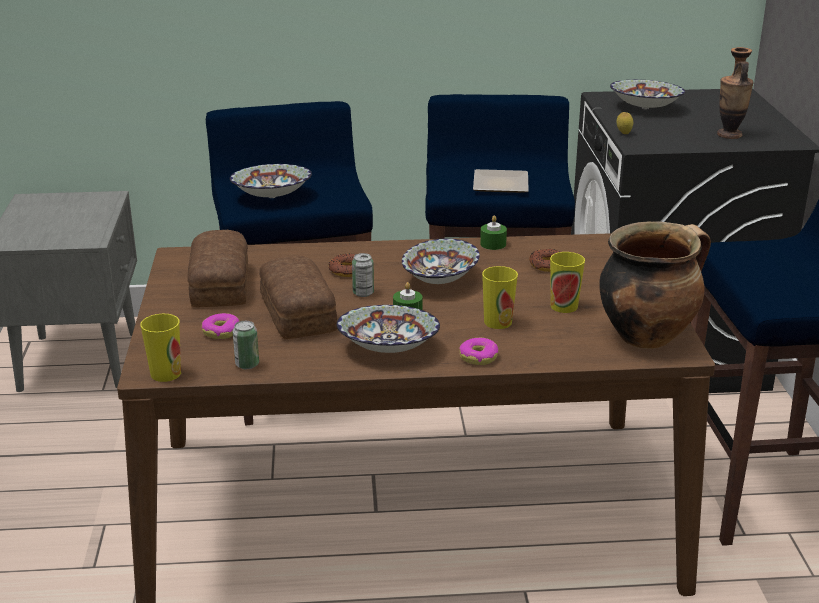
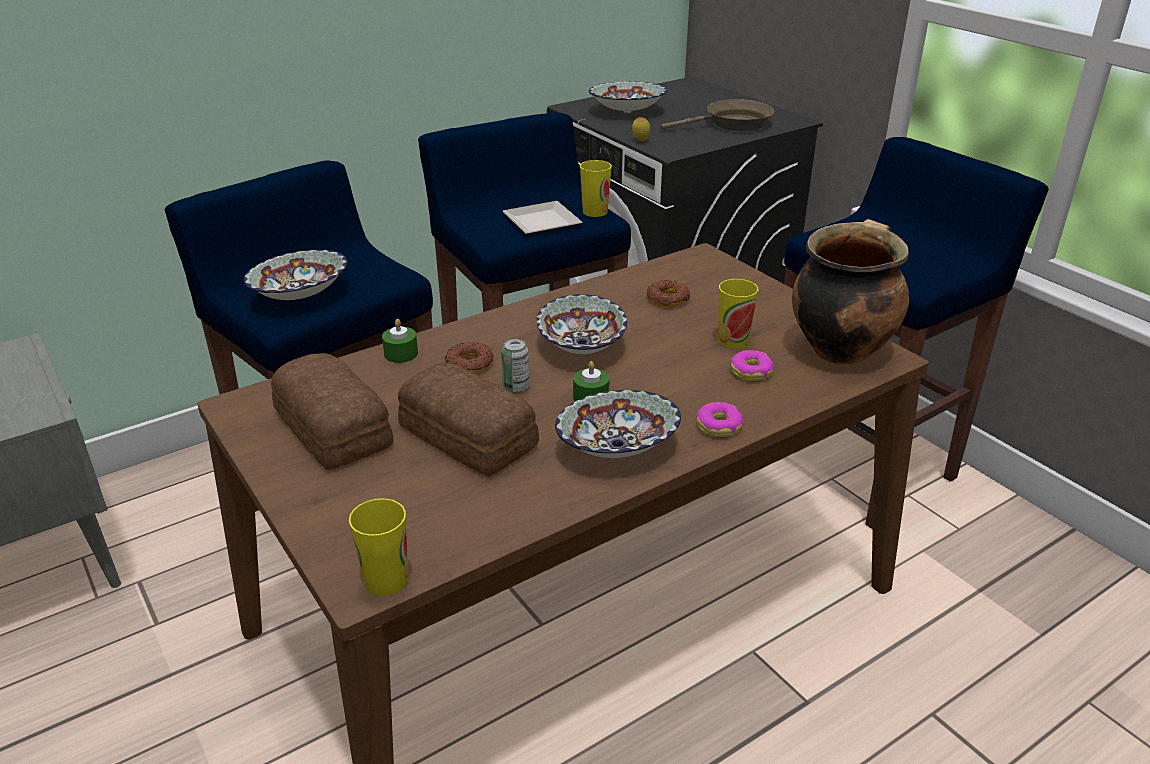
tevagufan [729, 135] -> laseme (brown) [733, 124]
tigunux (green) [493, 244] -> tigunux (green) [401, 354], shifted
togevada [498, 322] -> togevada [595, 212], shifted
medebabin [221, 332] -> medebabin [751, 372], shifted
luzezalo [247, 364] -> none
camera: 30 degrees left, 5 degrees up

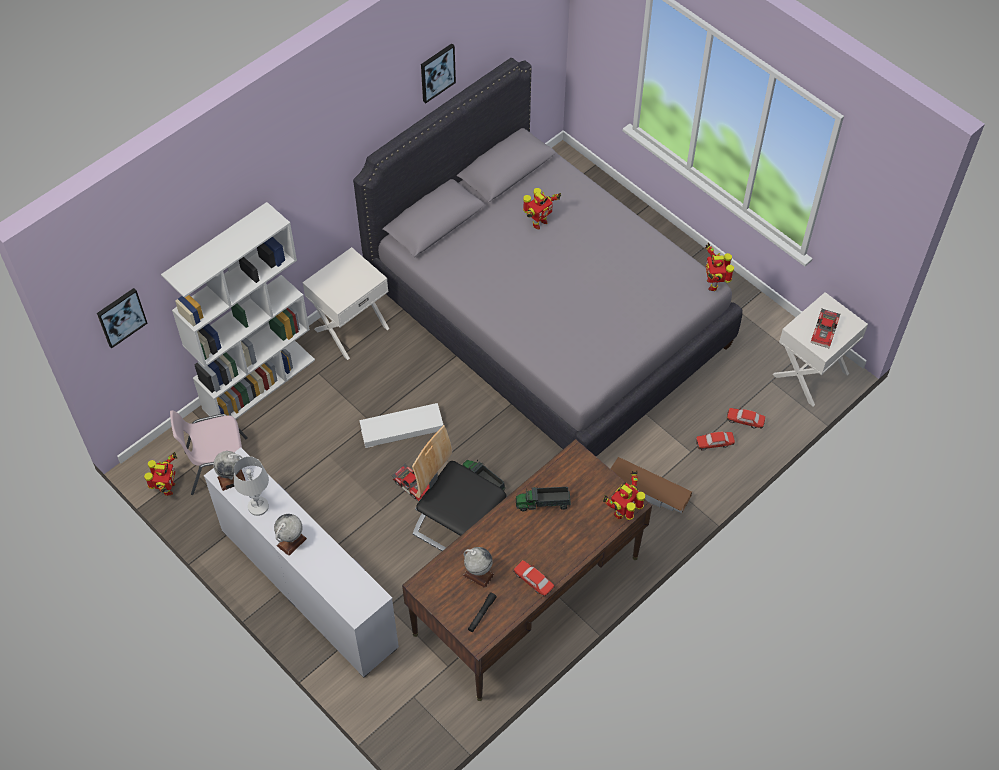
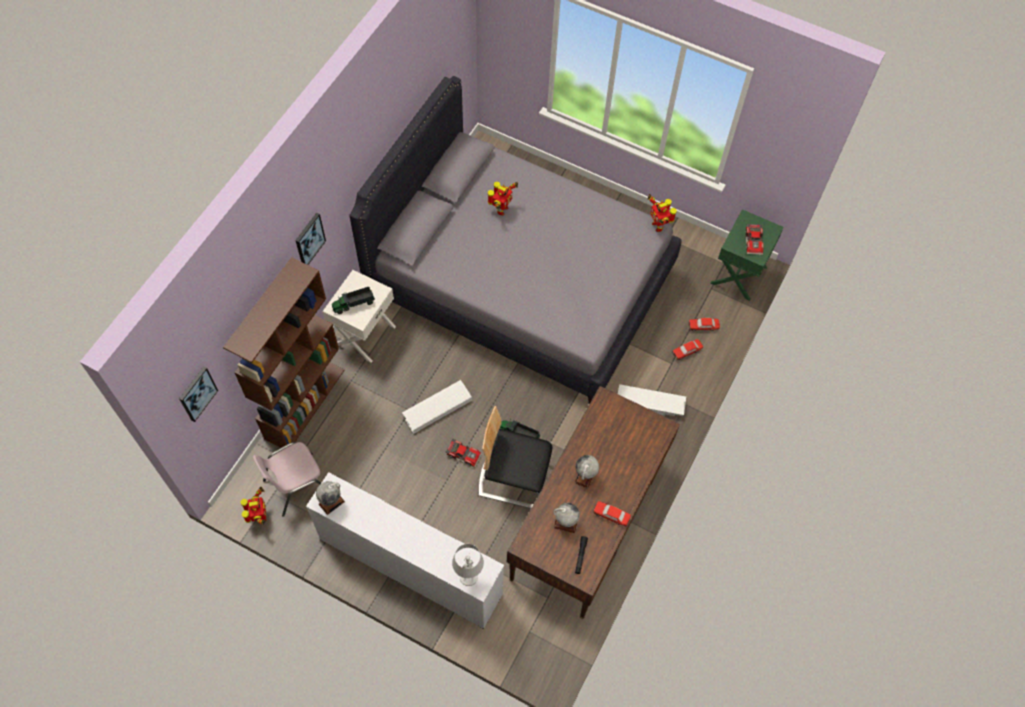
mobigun [437, 72] -> mobigun [309, 239], shifted
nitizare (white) [259, 383] -> nitizare (brown) [304, 403]
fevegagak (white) [811, 374] -> fevegagak (green) [739, 275]
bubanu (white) [258, 506] -> bubanu (white) [468, 577], shifted
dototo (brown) [648, 489] -> dototo (white) [650, 403]
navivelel [623, 512] -> none
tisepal [543, 503] -> tisepal [353, 304], shifted
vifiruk [291, 542] -> vifiruk [585, 476], shifted
camera: 20 degrees left, 5 degrees up

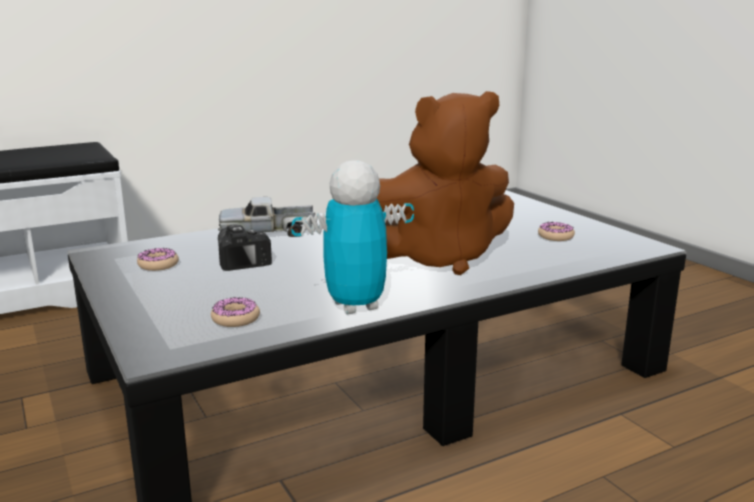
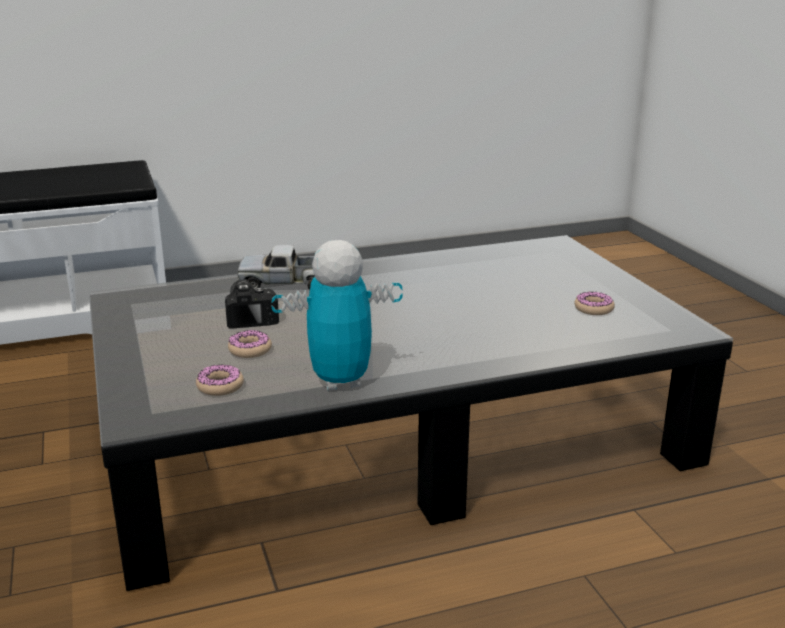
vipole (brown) [438, 258] -> none
medebabin [158, 265] -> medebabin [250, 350], shifted
camera: 10 degrees right, 5 degrees up

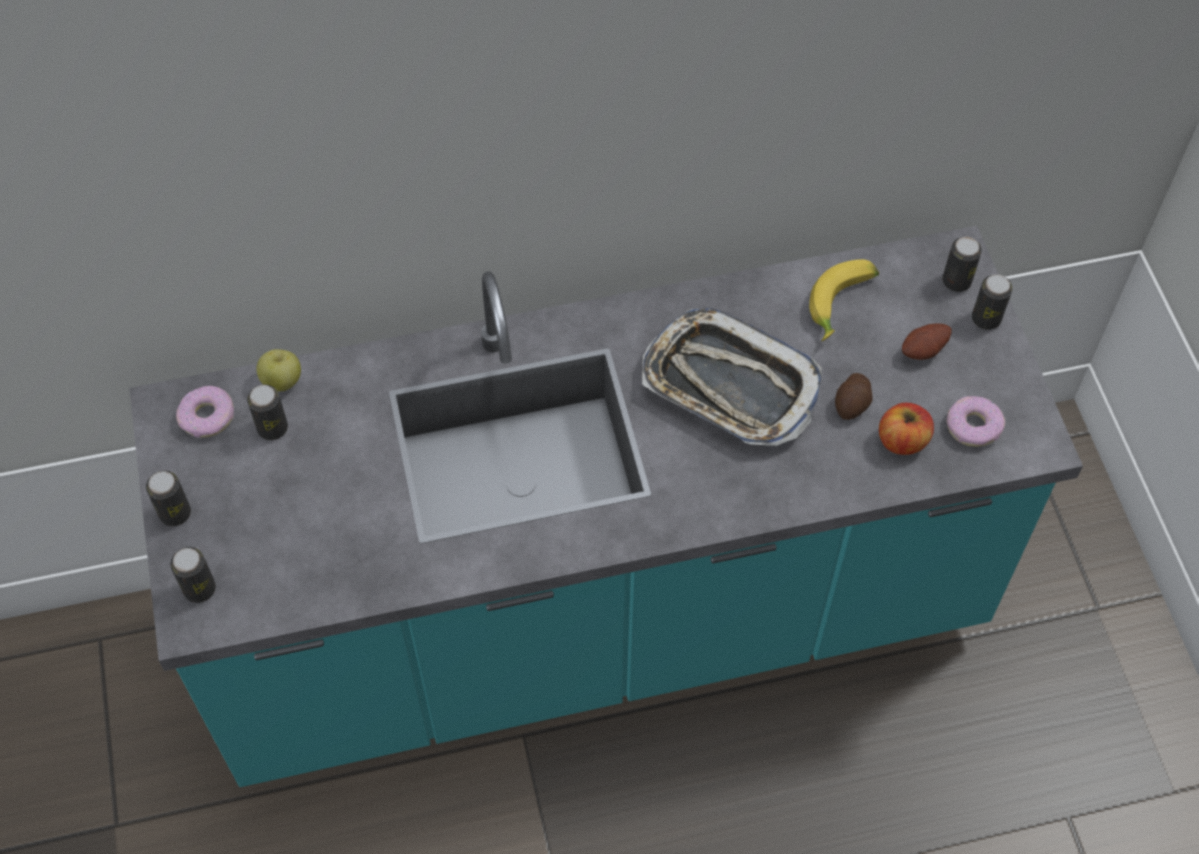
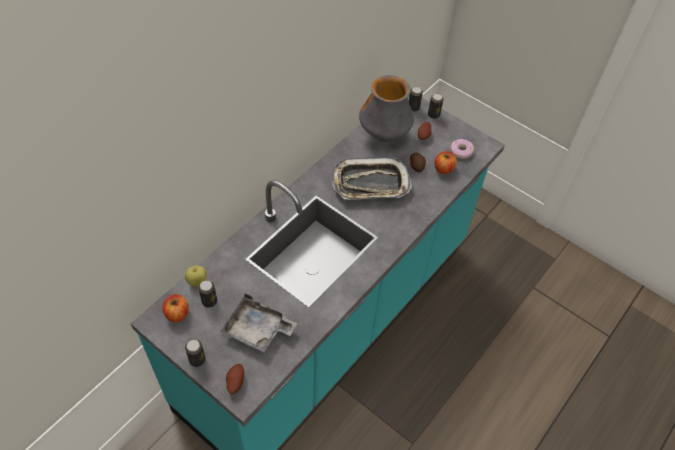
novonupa [843, 306] -> tevagufan [384, 135]
medebabin [207, 417] -> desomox [177, 314]
luzezalo [199, 589] -> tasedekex [235, 382]
none -> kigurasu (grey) [258, 330]
camera: 40 degrees left, 5 degrees down

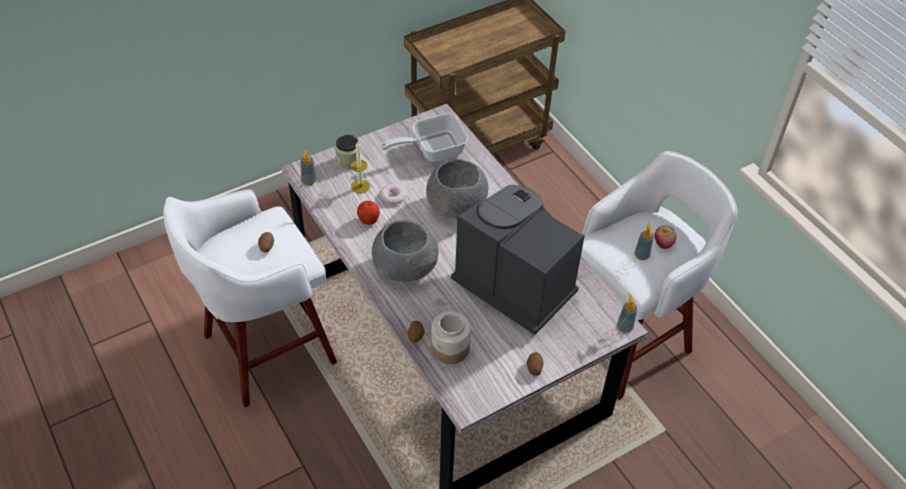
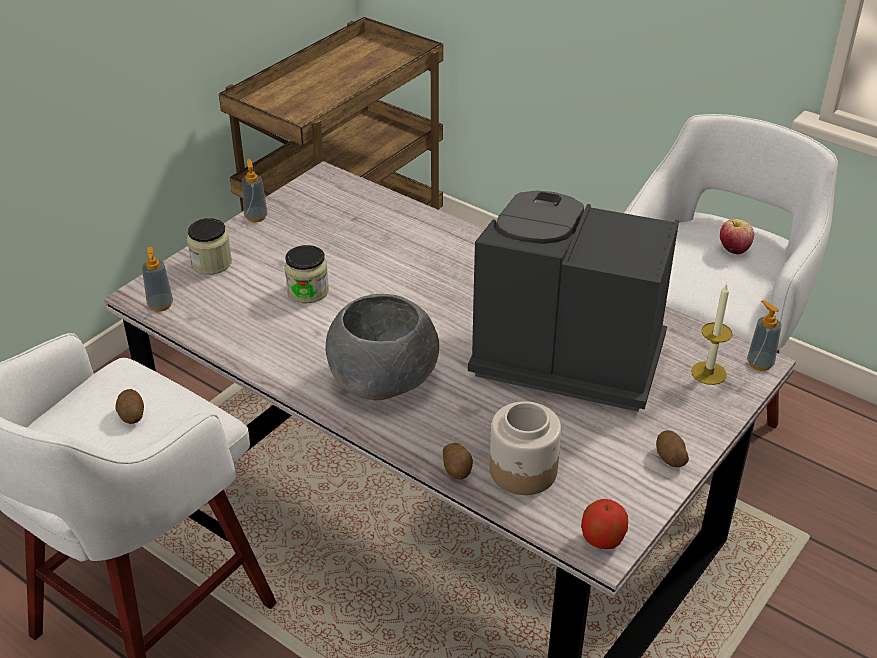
laseme [432, 150] -> none
tigunux [360, 186] -> tigunux [708, 373], shifted
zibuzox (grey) [456, 206] -> none
medebabin [392, 196] -> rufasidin [308, 291]
desomox [368, 220] -> desomox [602, 539], shifted
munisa [641, 255] -> munisa [256, 217], shifted
camera: 20 degrees left, 10 degrees down

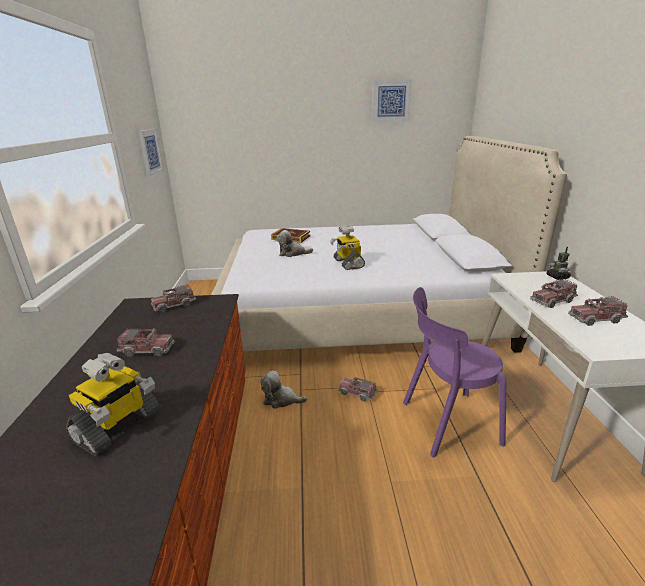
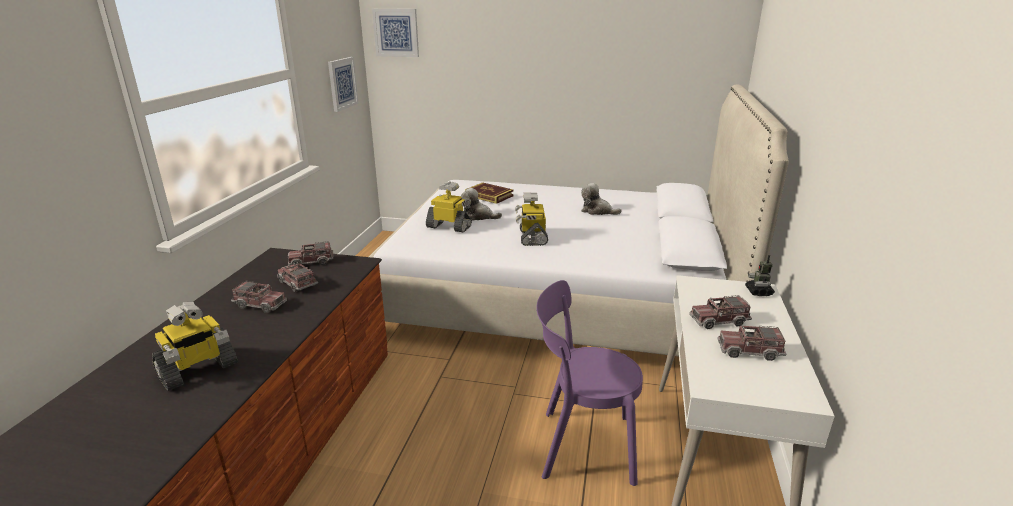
mobigun [391, 101] -> mobigun [396, 32], shifted
vipole [281, 400] -> vipole [597, 211], shifted
tisepal [357, 393] -> tisepal [297, 284], shifted
none -> navivelel [449, 226]
camera: 15 degrees right, 0 degrees up

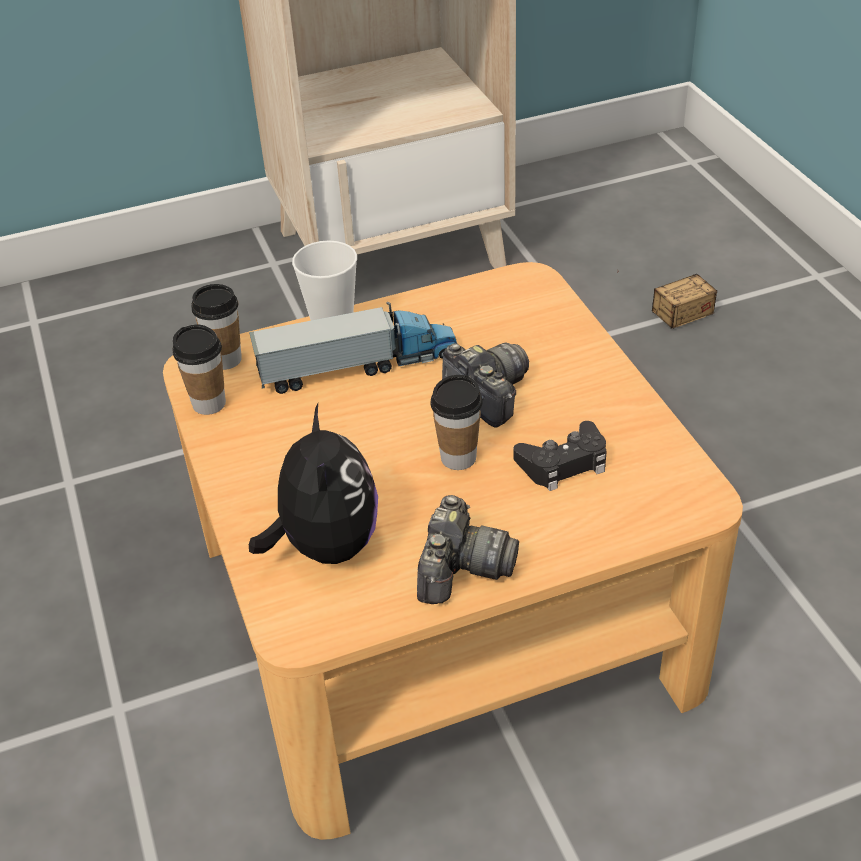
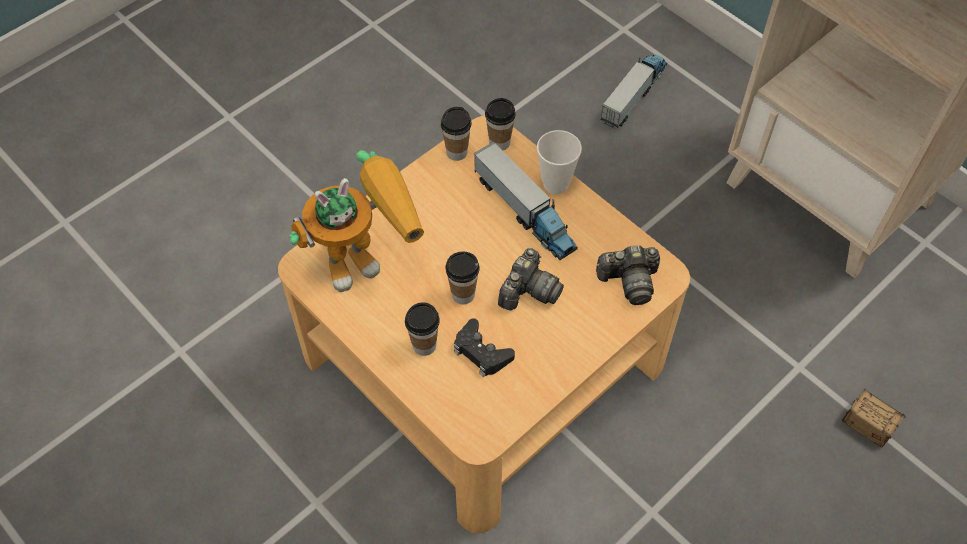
vipole [325, 545] -> navivelel [366, 255]
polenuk [462, 569] -> polenuk [629, 281], shifted
none -> tisepal [634, 95]
none -> togevada [424, 345]
camera: 65 degrees right, 15 degrees up

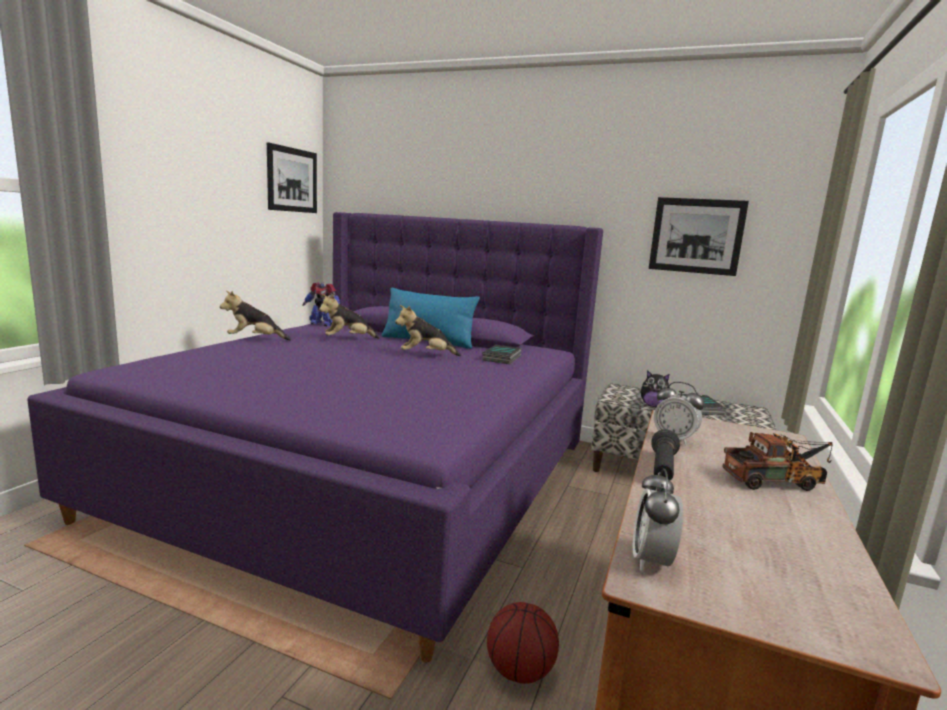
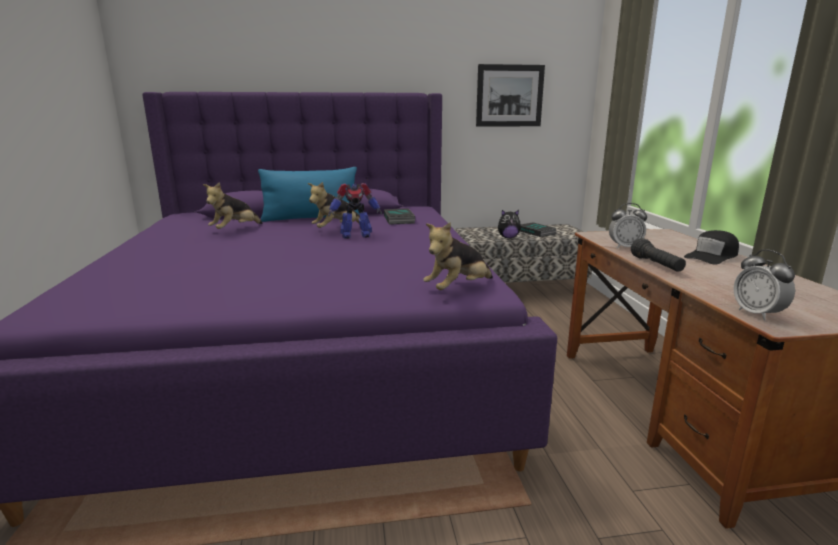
mobigun [292, 180] -> none
navivelel [322, 324] -> navivelel [355, 235], shifted
vipole [255, 339] -> vipole [458, 289], shifted
tisepal [777, 481] -> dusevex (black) [712, 256]
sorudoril [520, 671] -> none
camera: 30 degrees left, 5 degrees up

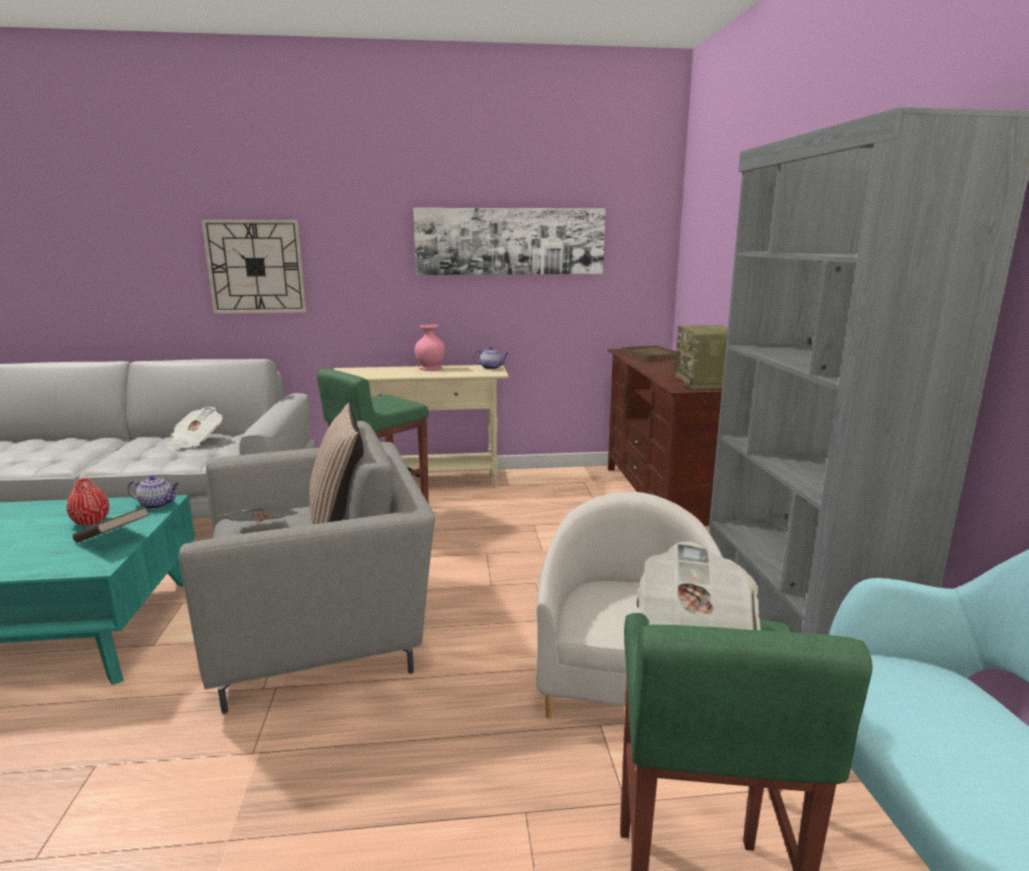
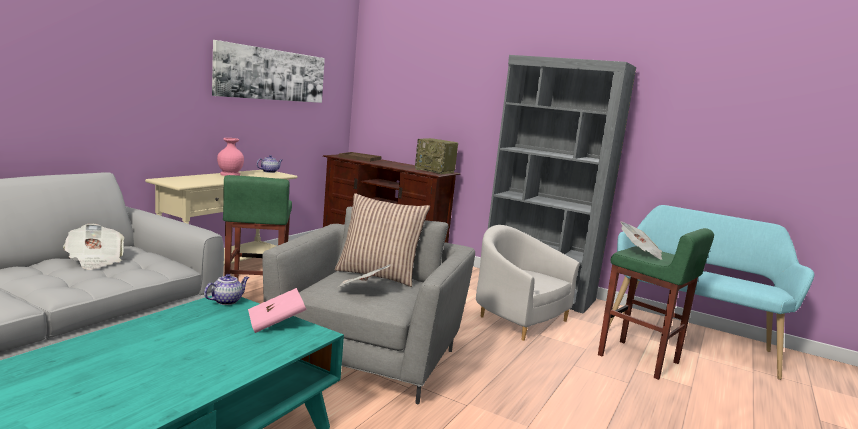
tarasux [255, 267] -> none
tevagufan (red) [91, 522] -> none
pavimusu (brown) [113, 540] -> pavimusu (pink) [276, 323]
camera: 55 degrees left, 5 degrees down

